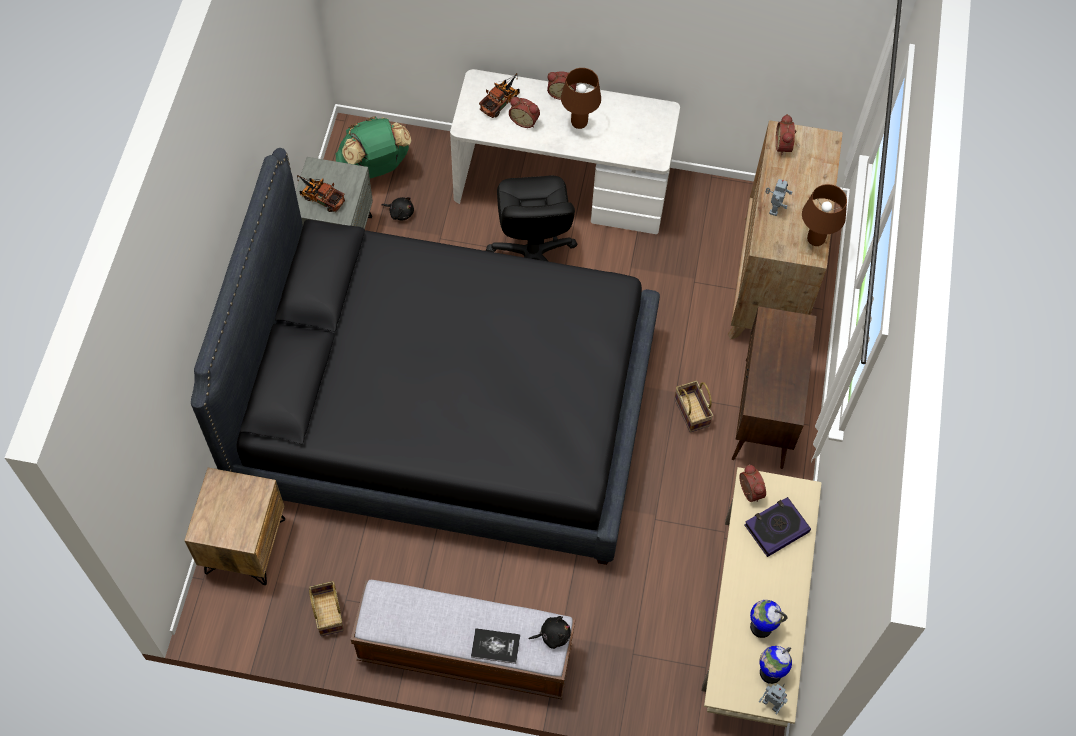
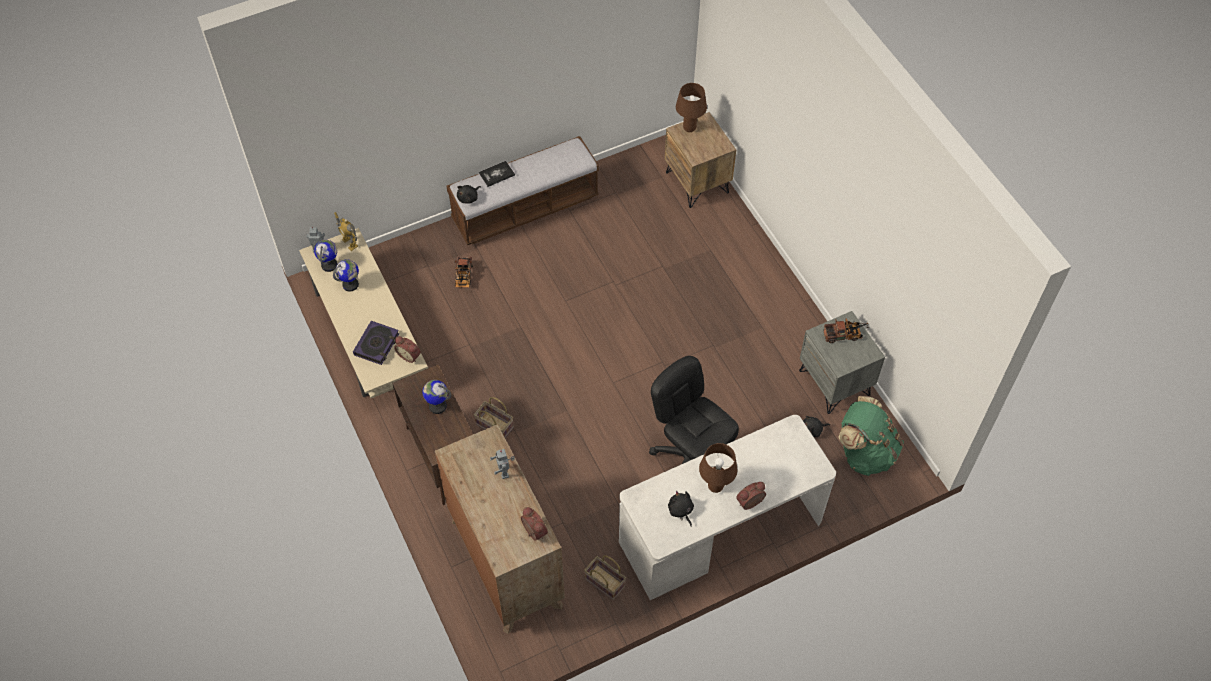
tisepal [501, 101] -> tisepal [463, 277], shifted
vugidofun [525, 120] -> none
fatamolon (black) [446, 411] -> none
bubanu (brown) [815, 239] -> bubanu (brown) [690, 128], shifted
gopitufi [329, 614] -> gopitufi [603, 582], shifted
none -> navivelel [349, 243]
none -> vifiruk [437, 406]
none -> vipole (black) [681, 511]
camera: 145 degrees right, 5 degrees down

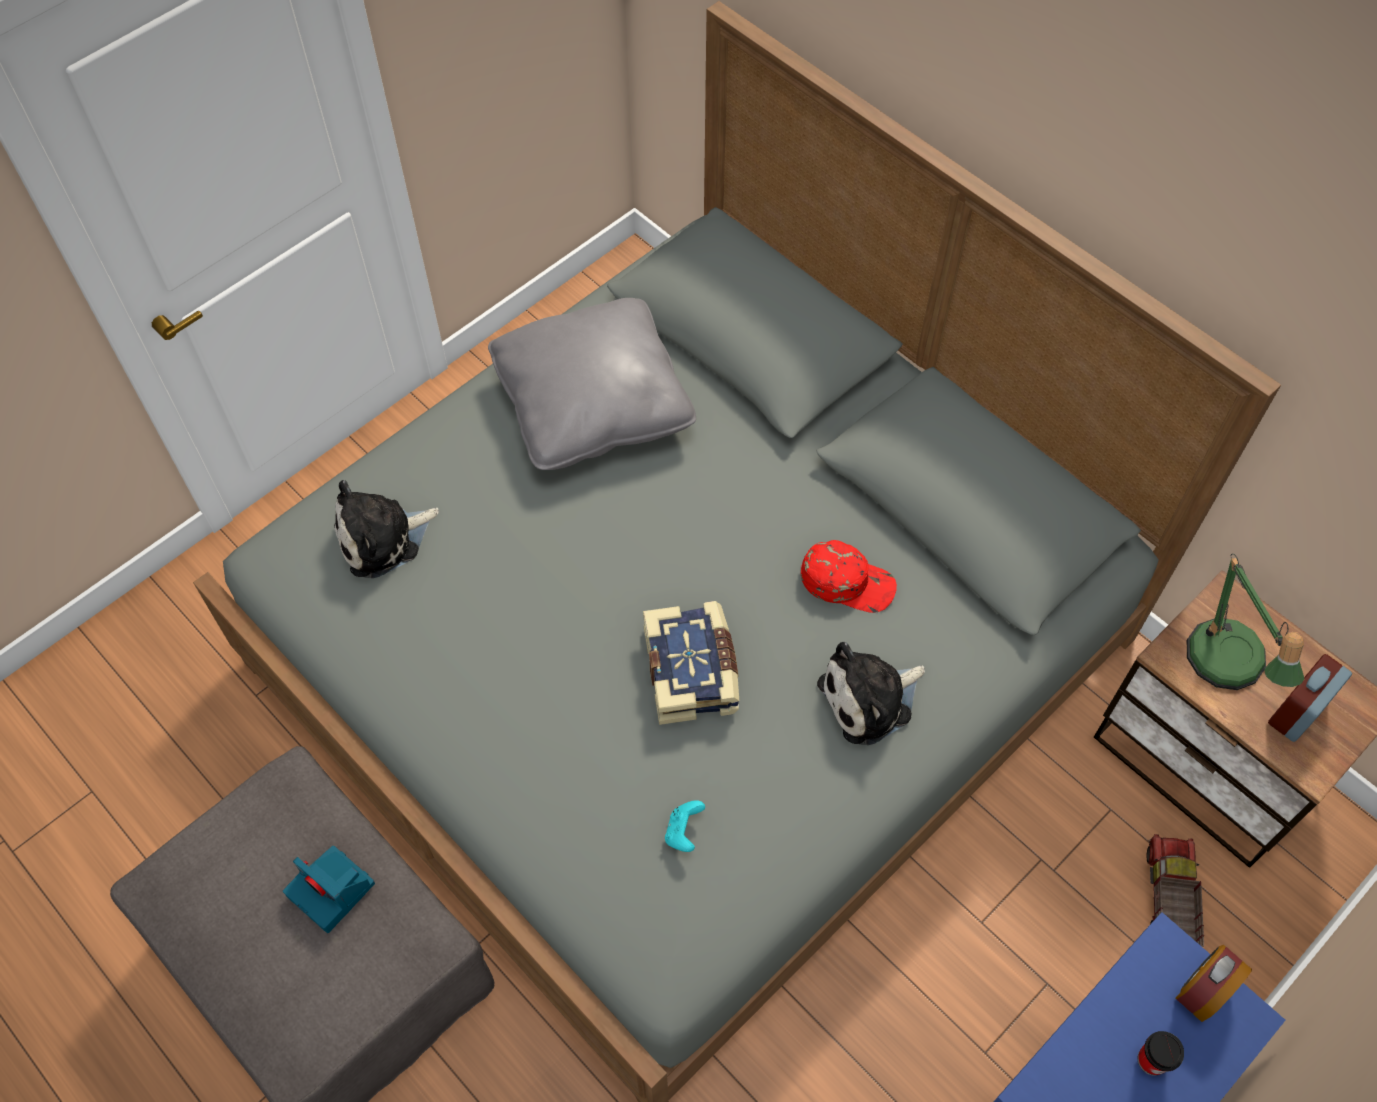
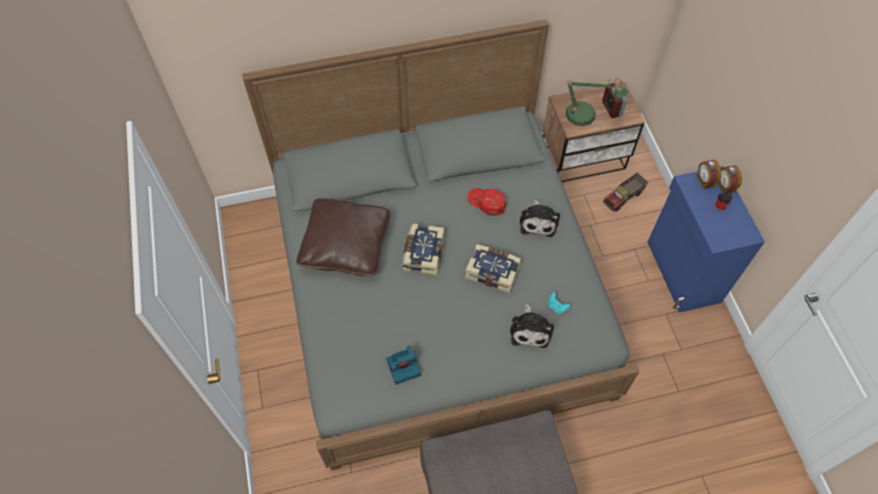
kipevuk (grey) [592, 403] -> kipevuk (brown) [346, 245]
vipole [383, 538] -> vipole [530, 329], shifted
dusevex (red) [848, 581] -> dusevex (red) [486, 202], 105 degrees counterclockwise
tisepal [1167, 899] -> tisepal [623, 197], 75 degrees counterclockwise
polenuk [333, 890] -> polenuk [404, 366], shifted
none -> vugidofun [724, 186]
none -> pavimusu [422, 253]
camera: 60 degrees left, 0 degrees up

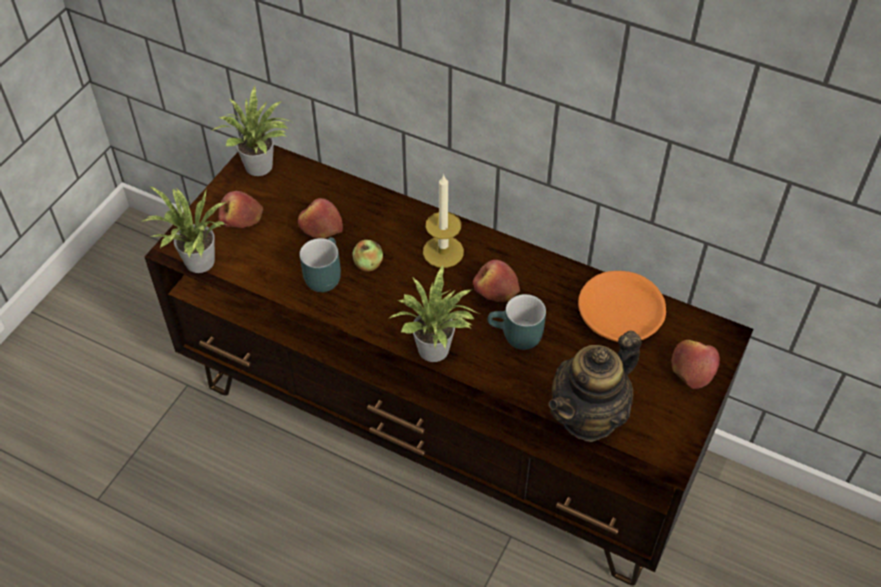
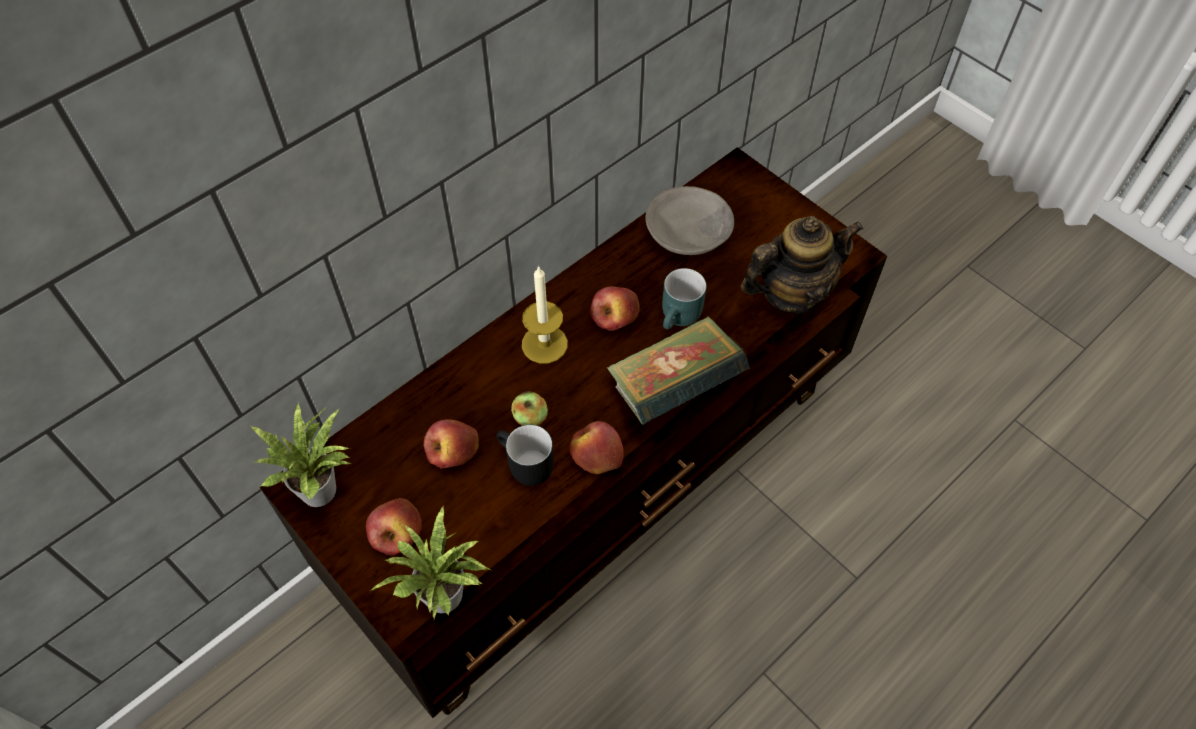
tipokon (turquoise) [322, 274] -> tipokon (black) [524, 466]
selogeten [436, 352] -> pavimusu [673, 390]
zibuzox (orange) [619, 318] -> zibuzox (grey) [689, 232]
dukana [589, 416] -> dukana [791, 293], 90 degrees counterclockwise
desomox [693, 368] -> desomox [596, 454], shifted
camera: 70 degrees left, 5 degrees up

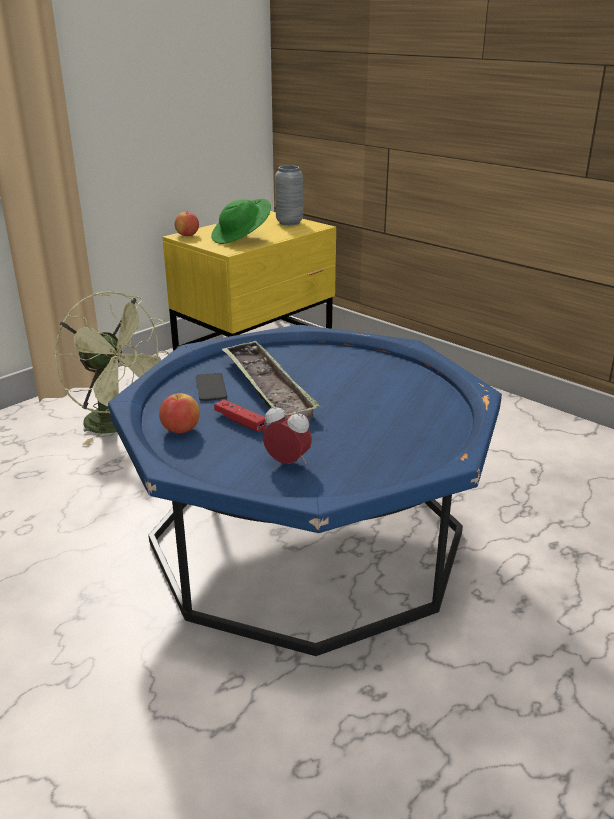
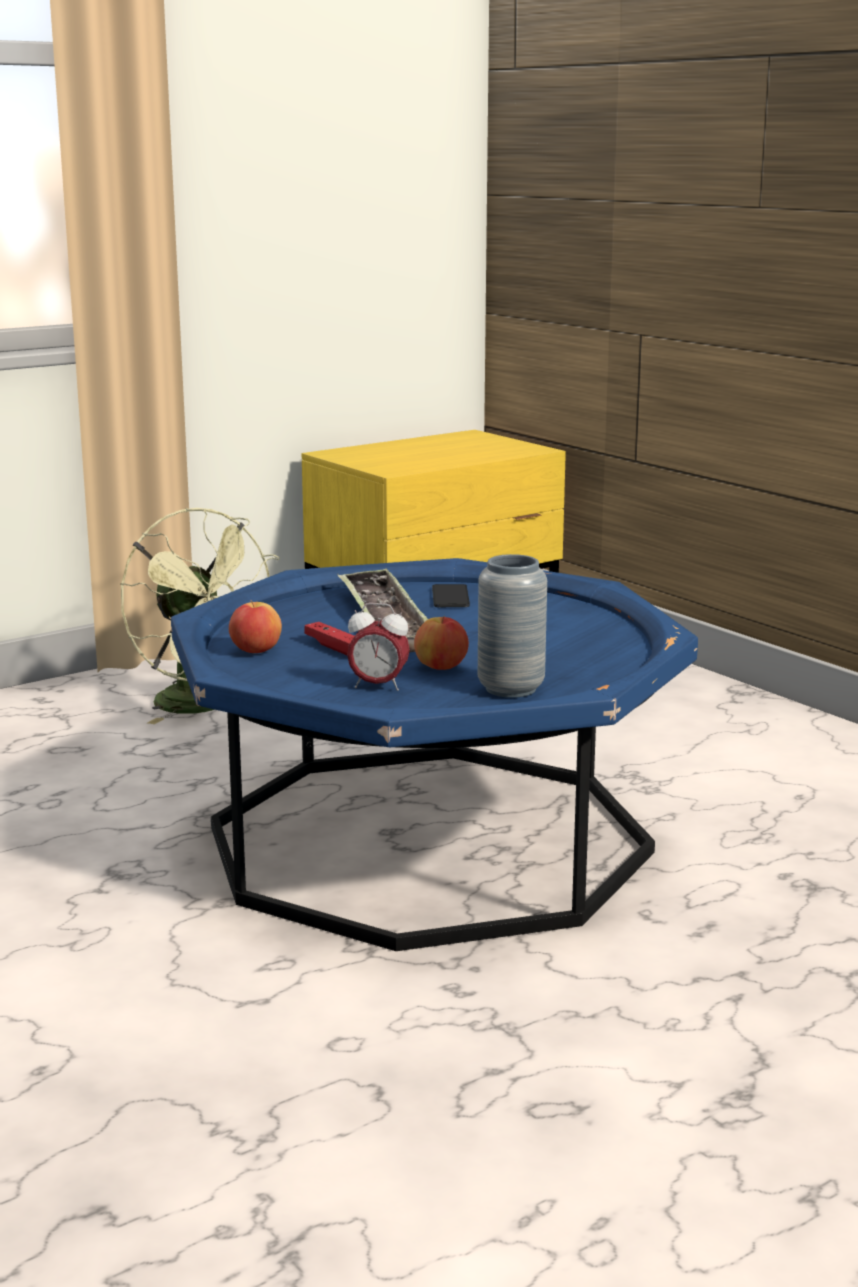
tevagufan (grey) [289, 222] -> tevagufan (grey) [510, 689], shifted
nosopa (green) [242, 238] -> none
desomox [187, 235] -> desomox [441, 667], shifted
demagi [211, 387] -> demagi [450, 597], shifted
vugidofun [287, 462] -> vugidofun [378, 686], 150 degrees clockwise
camera: 10 degrees right, 10 degrees down

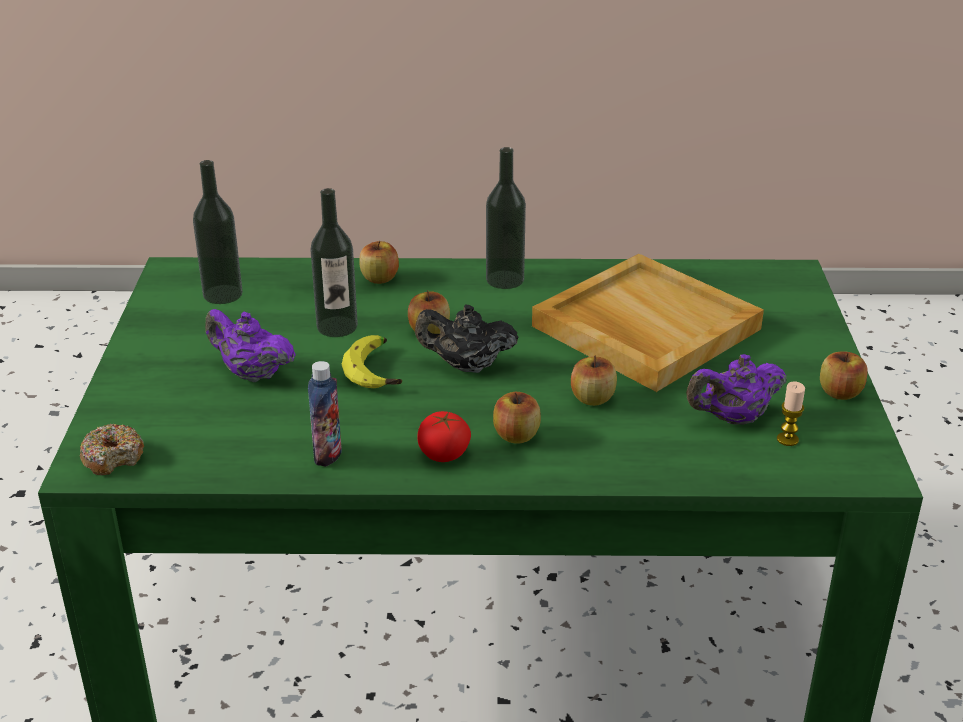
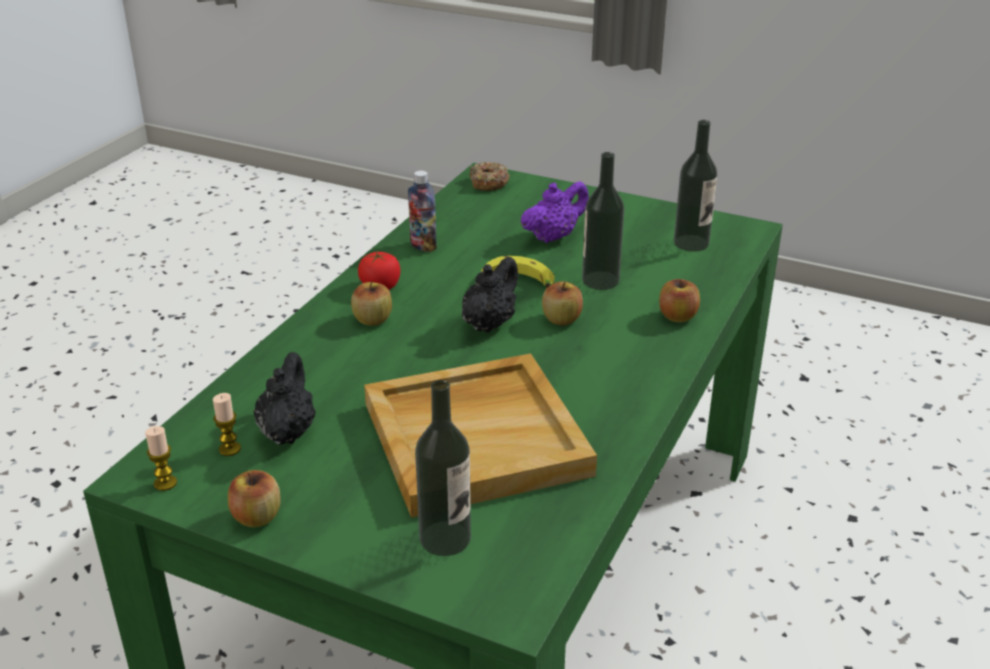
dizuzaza [505, 279] -> dizuzaza [445, 538], shifted
dukana (purple) [733, 418] -> dukana (black) [287, 431]
desomox [592, 398] -> none
none -> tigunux [165, 483]
camera: 115 degrees right, 0 degrees up

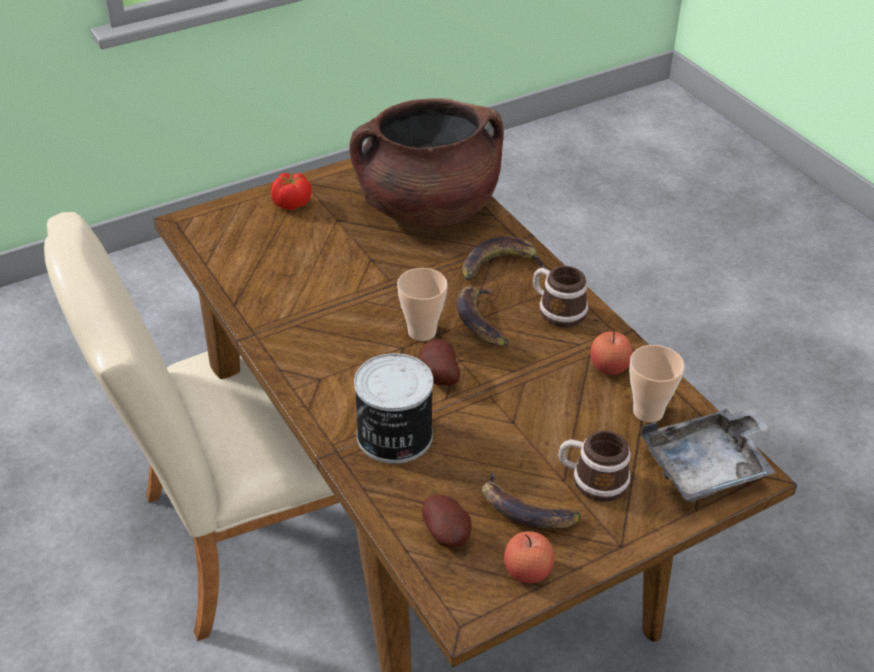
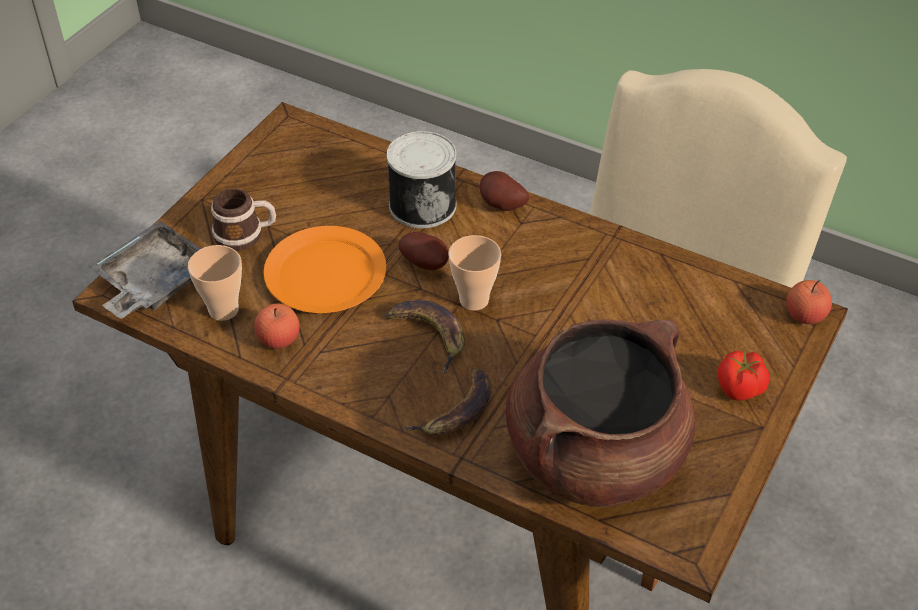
tipokon [556, 310] -> none
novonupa [524, 511] -> none
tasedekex [448, 535] -> tasedekex [501, 206], shifted
desomox [527, 571] -> desomox [805, 315], shifted
none -> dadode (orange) [326, 275]
camera: 150 degrees right, 5 degrees up

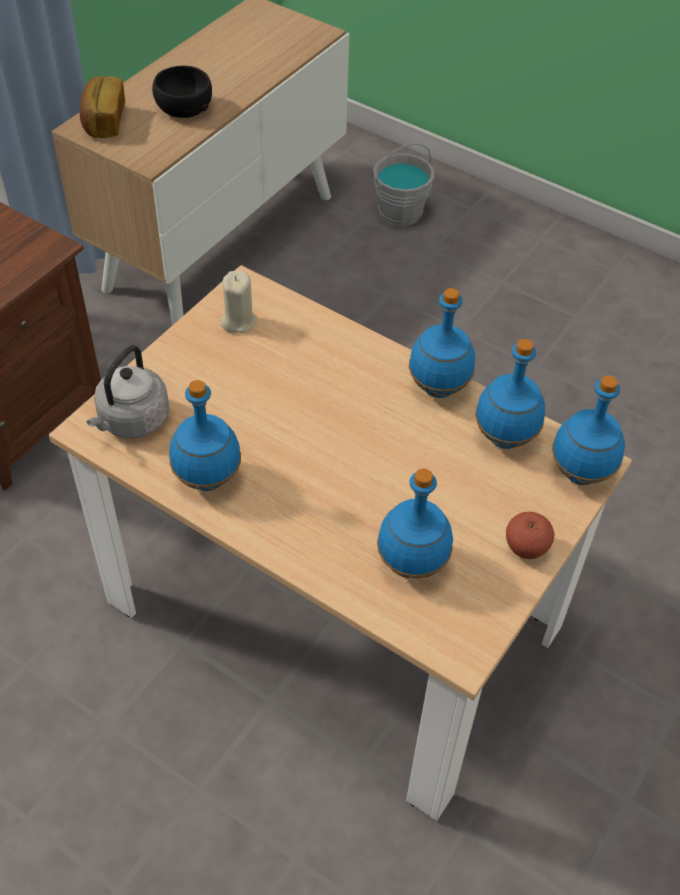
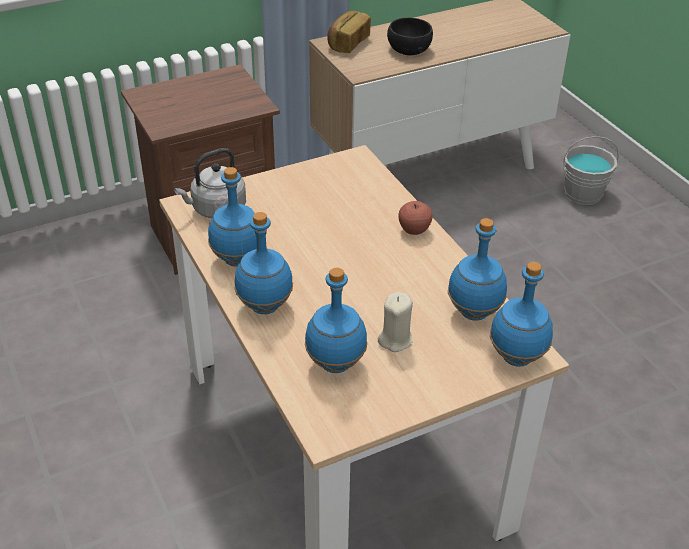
tigunux (beige) [238, 321] -> tigunux (beige) [395, 340], shifted
dizuzaza (blue) [437, 387] -> dizuzaza (blue) [264, 306], shifted
desomox [526, 548] -> desomox [414, 230], shifted
camera: 30 degrees right, 10 degrees down

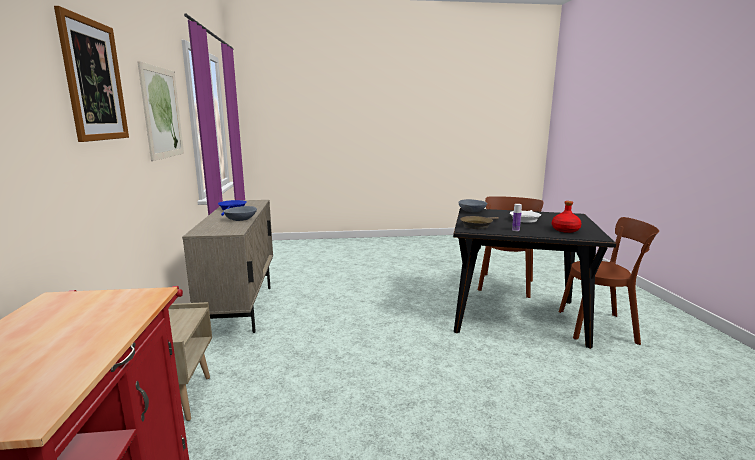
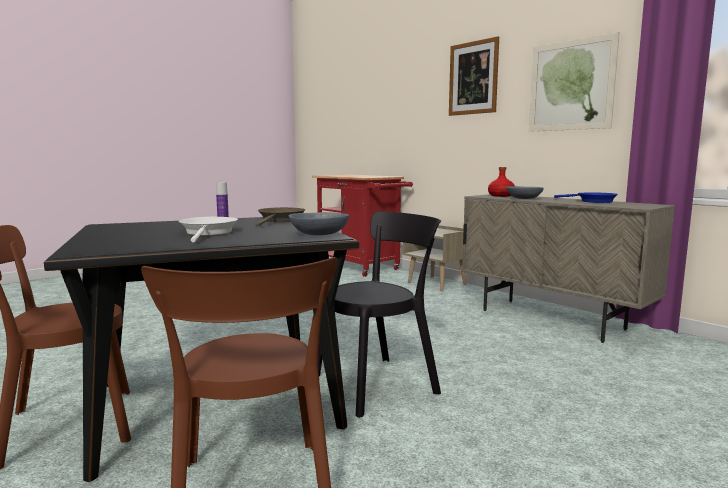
dizuzaza (red) [565, 230] -> dizuzaza (red) [501, 195], shifted
none -> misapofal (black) [380, 383]
camera: 145 degrees right, 5 degrees down

